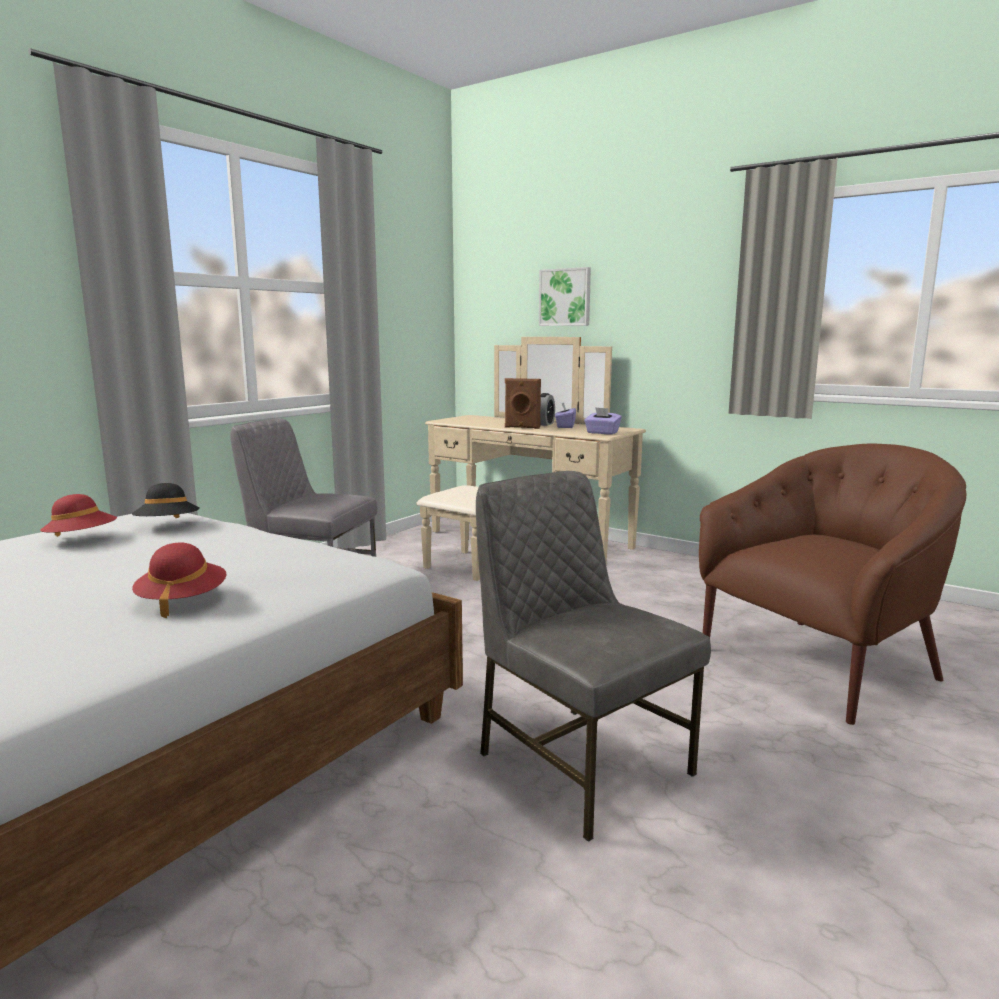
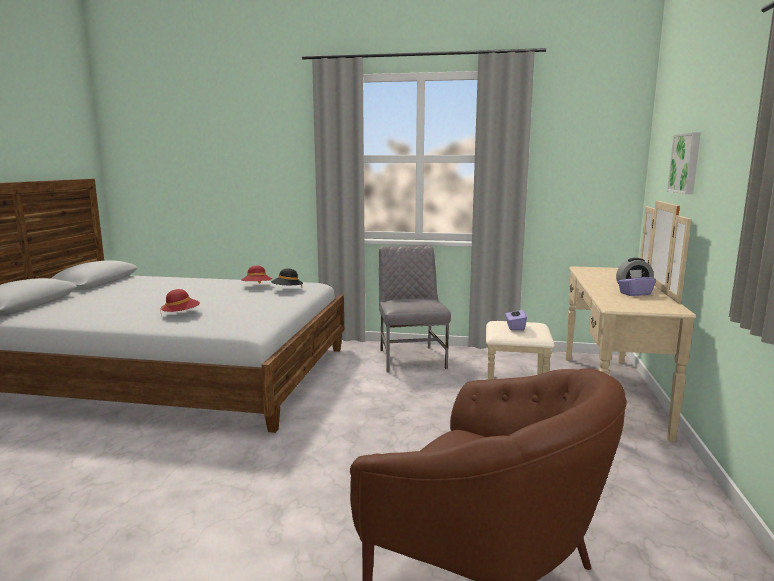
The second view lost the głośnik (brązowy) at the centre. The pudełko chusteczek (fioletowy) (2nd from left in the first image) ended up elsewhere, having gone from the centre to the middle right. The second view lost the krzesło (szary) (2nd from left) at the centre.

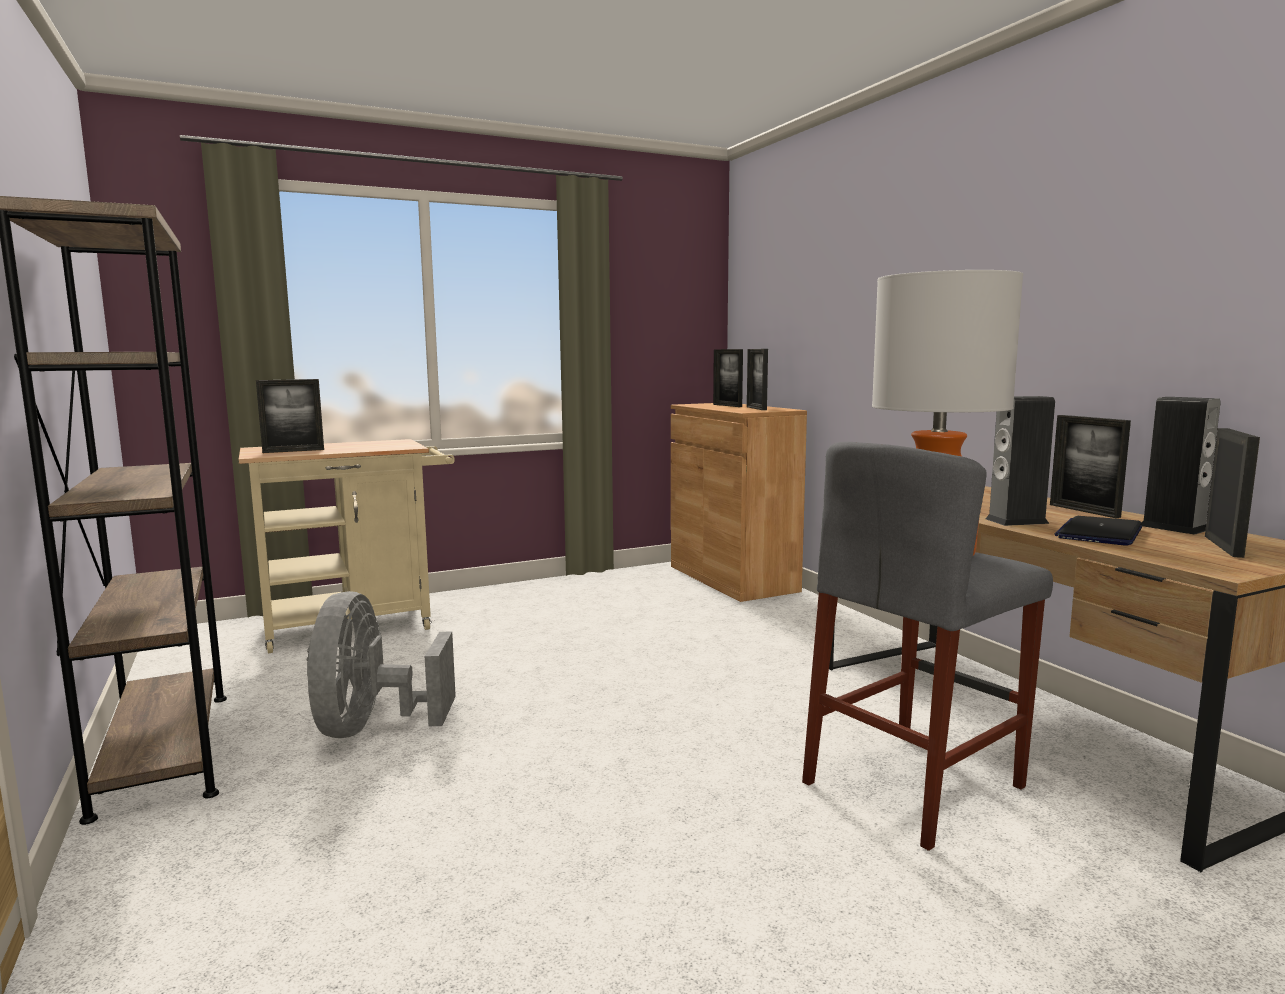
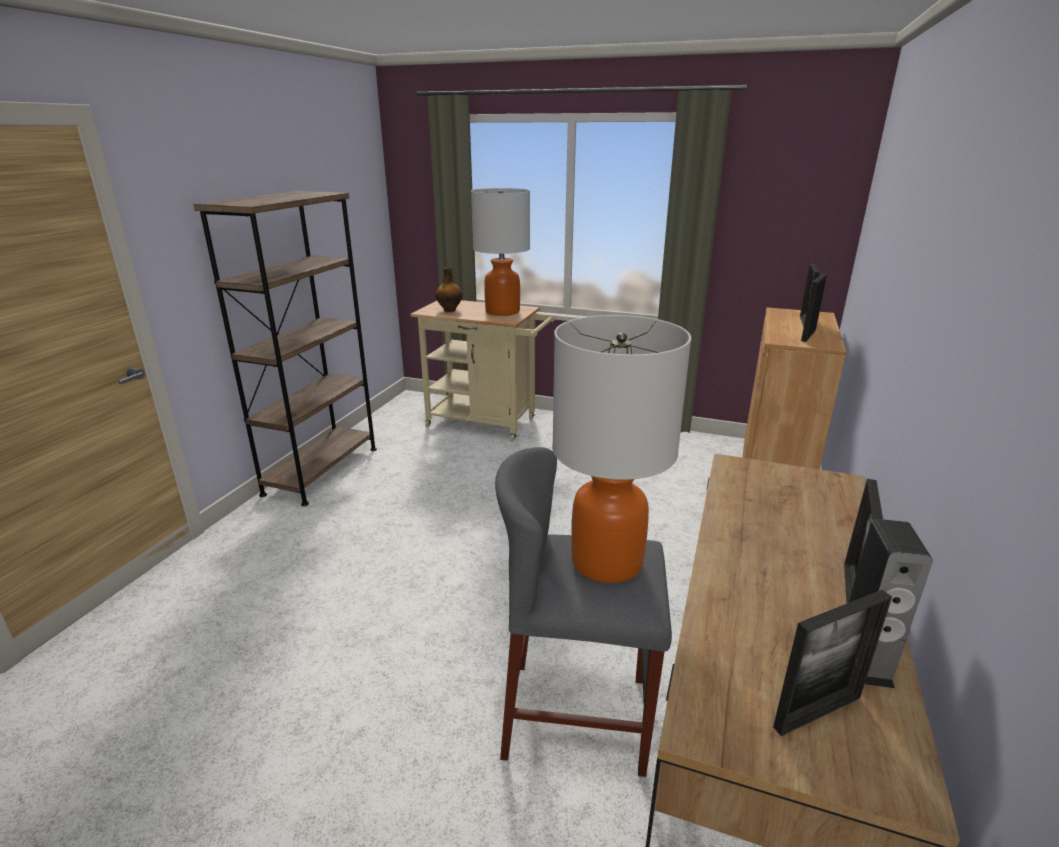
Where the ramka na zdjęcie (1st from left) stood at the middle left, the butelka came to stand at the centre. The second view lost the głośnik (1st from left) at the middle right. The second view lost the laptop at the middle right. The second view lost the wentylator (szary) at the bottom left. The second view gained the lampa stołowa (1st from left) at the top centre.

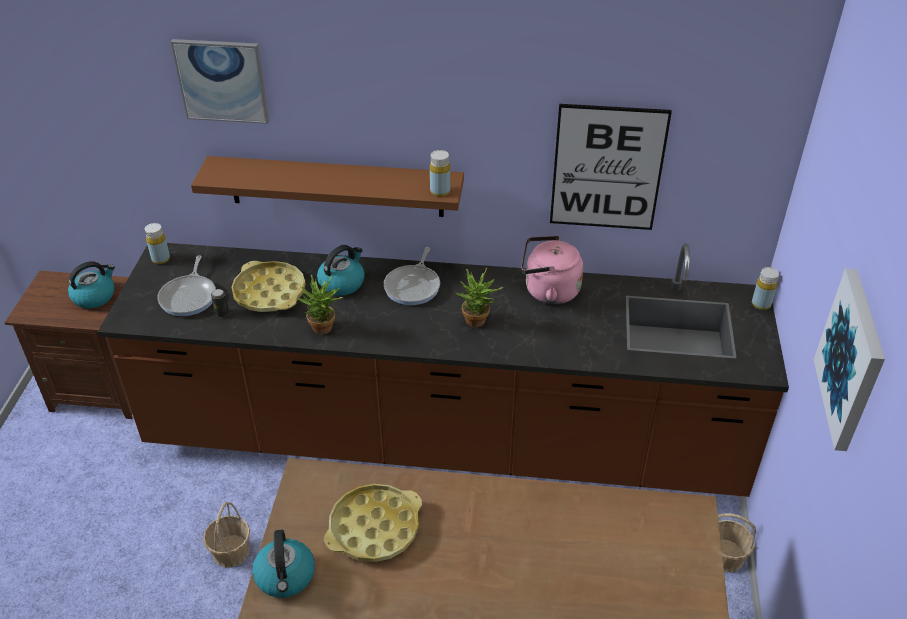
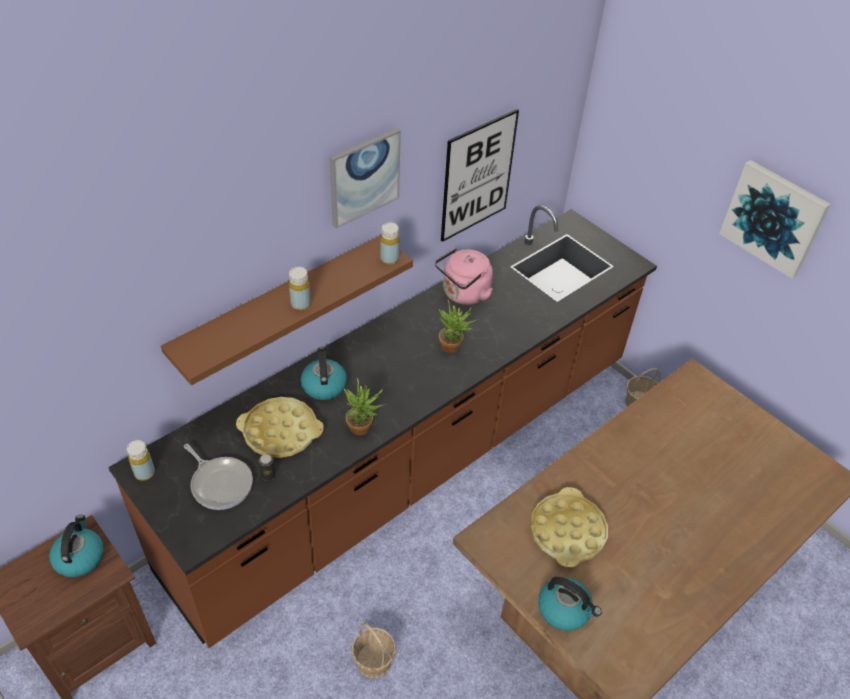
The obraz (1st from left) ended up elsewhere, having gone from the top left to the top centre. The second view lost the patelnia (2nd from left) at the centre. The butelka (żółty) (3rd from left in the first image) ended up elsewhere, having gone from the middle right to the centre.

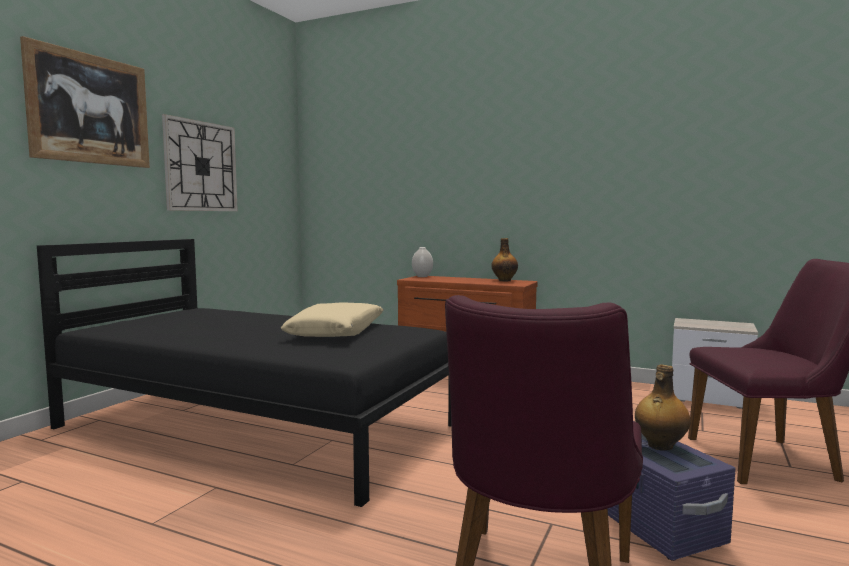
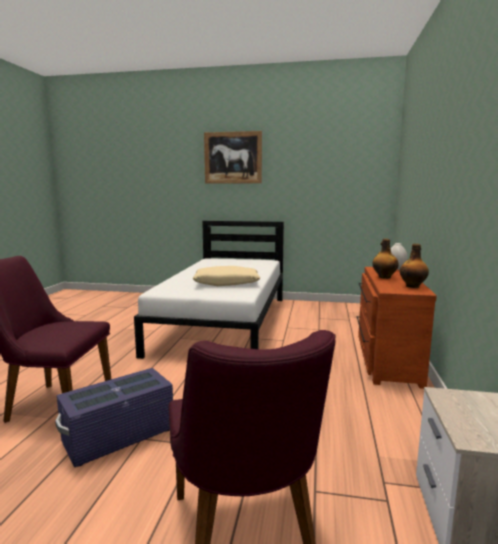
The second view lost the zegar ścienny at the top left. What was the łóżko (czarny) at the middle left turned into the łóżko (biały) at the centre. The butelka (2nd from left in the first image) ended up elsewhere, having gone from the bottom right to the middle right.

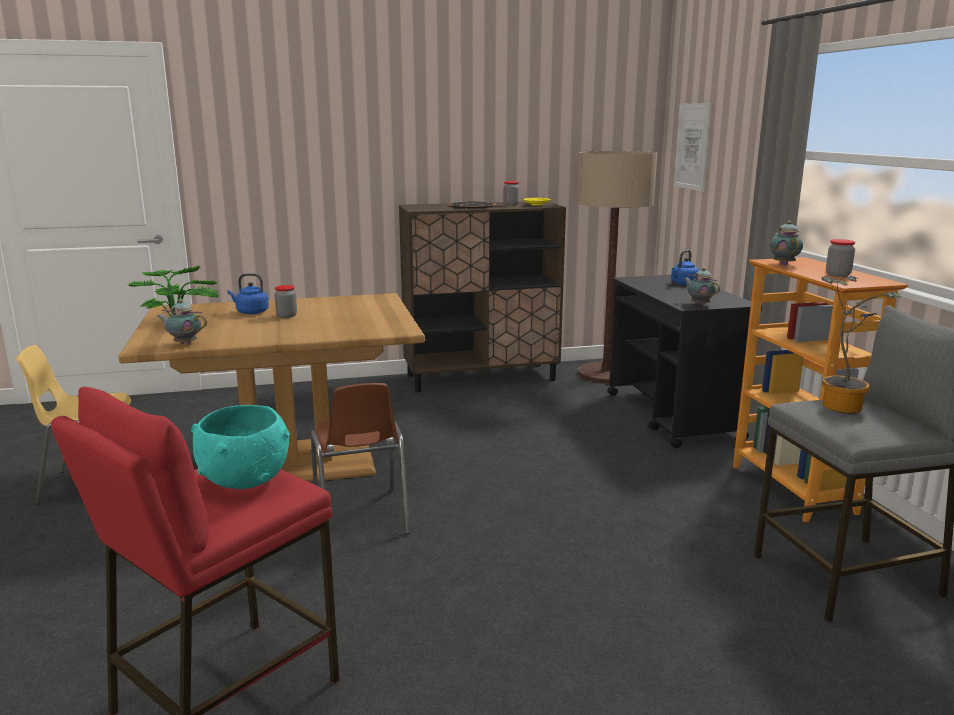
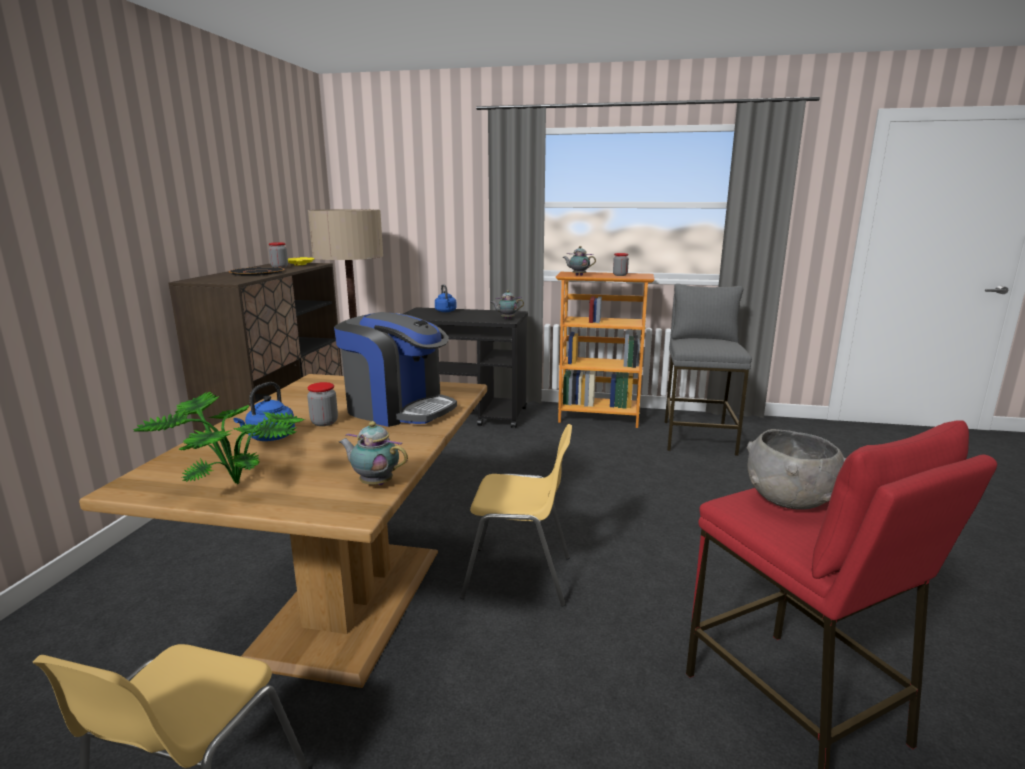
The second view lost the obraz at the top right. The second view lost the roślina doniczkowa (2nd from left) at the middle right. The imbryk (1st from left) at the middle left ended up facing another way, 75 degrees clockwise from before. What was the krzesło (brązowy) at the centre turned into the krzesło (żółty) (2nd from left) at the bottom centre. What was the miska (turkusowy) at the middle left turned into the miska (szary) at the middle right. The second view gained the ekspres do kawy at the centre.

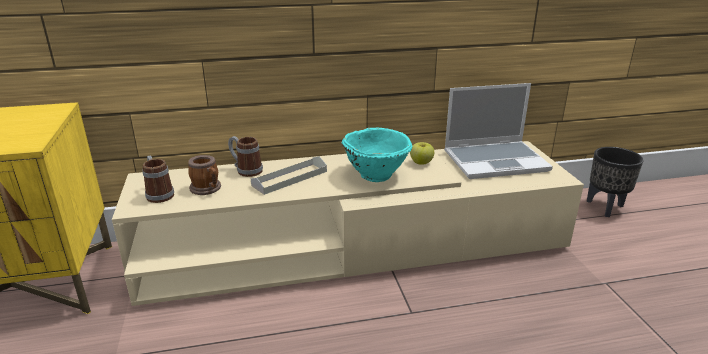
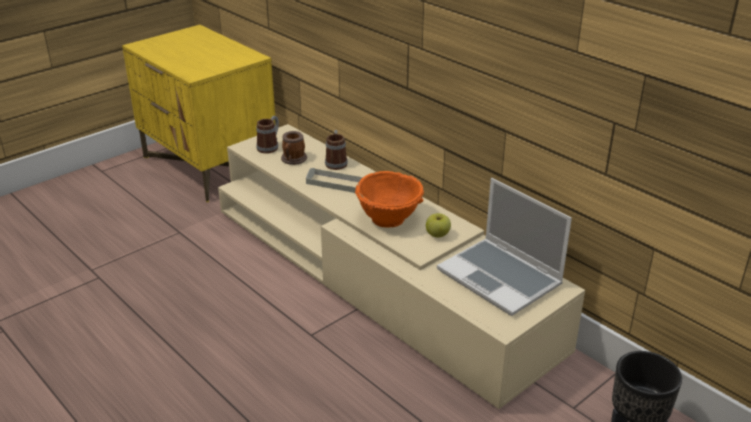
What was the miska (turkusowy) at the centre turned into the miska (pomarańczowy) at the centre.

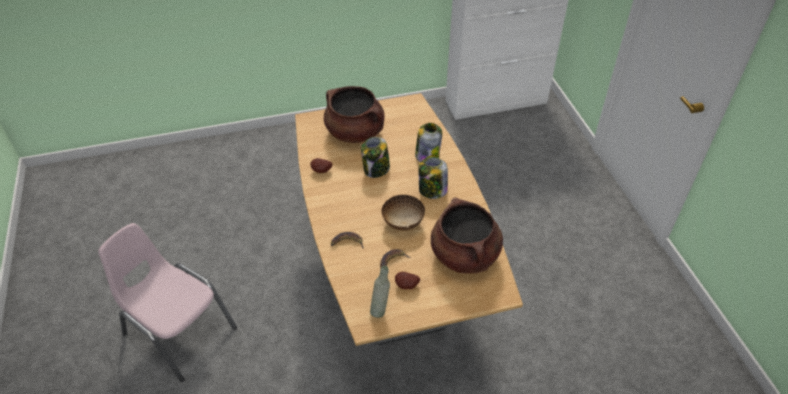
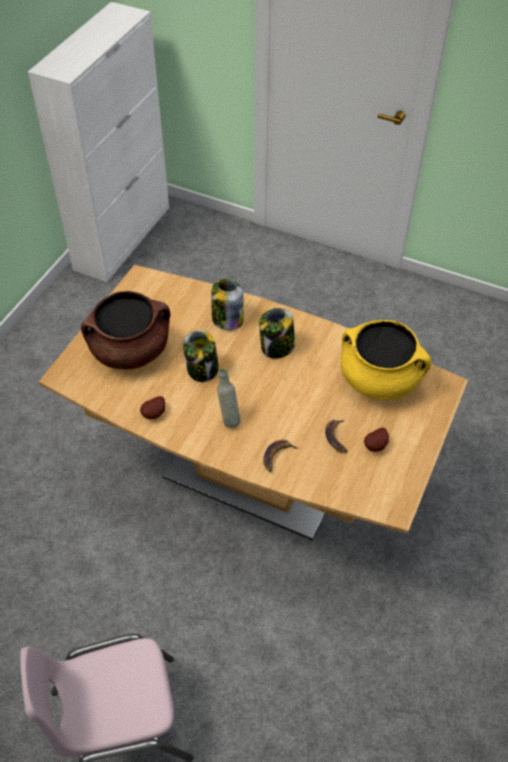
The second view lost the miska at the centre. What was the garnek (brązowy) (2nd from left) at the centre turned into the garnek (żółty) at the middle right. The butelka (szary) ended up elsewhere, having gone from the bottom centre to the centre.

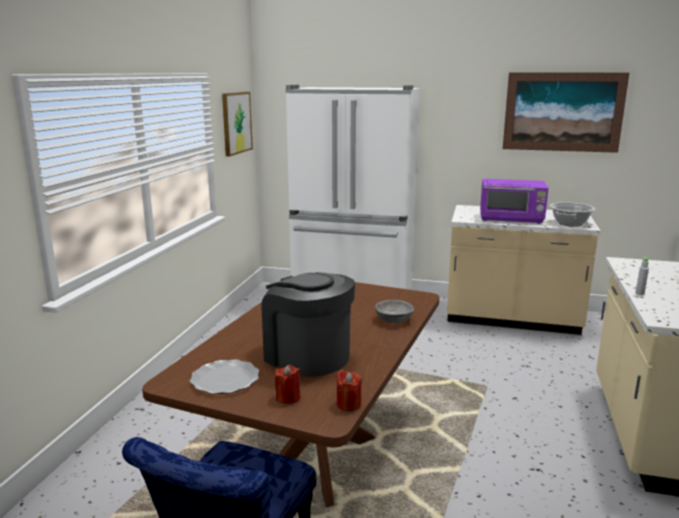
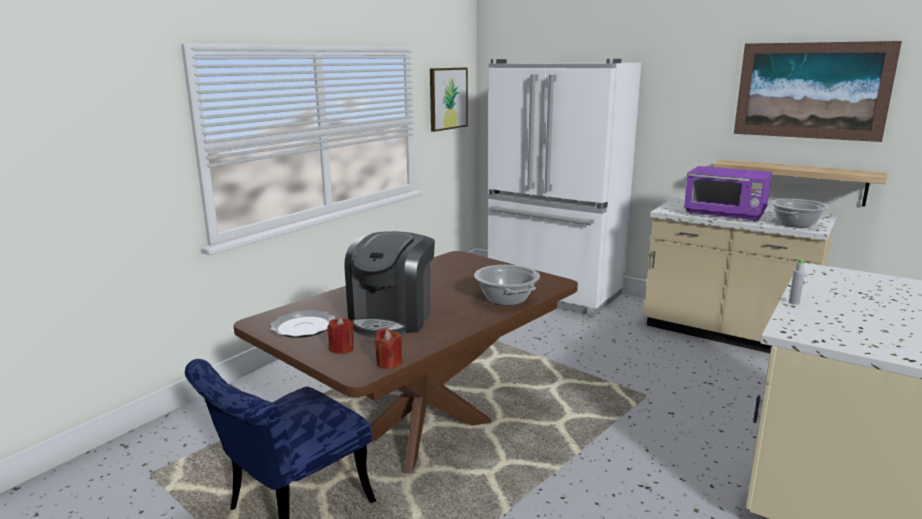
The ekspres do kawy at the centre ended up facing another way, 135 degrees counterclockwise from before. Where the miska (szary) stood at the centre, the garnek (1st from left) came to stand at the centre. The second view gained the półka at the middle right.

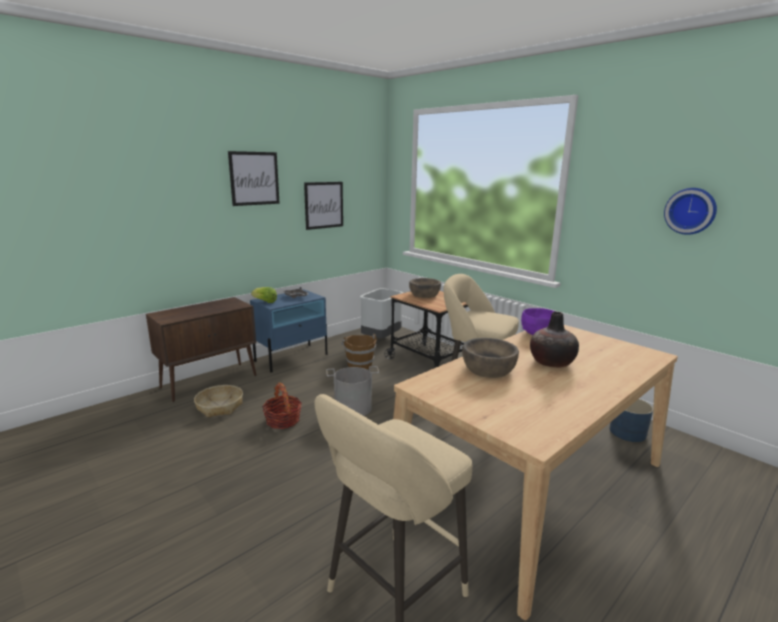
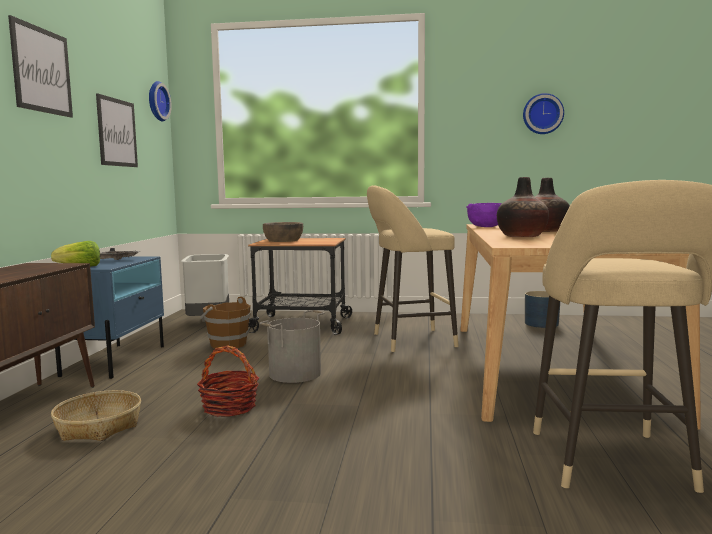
Where the miska (brązowy) (2nd from left) stood at the centre, the wazon (1st from left) came to stand at the middle right. The second view gained the zegar ścienny (1st from left) at the top left.

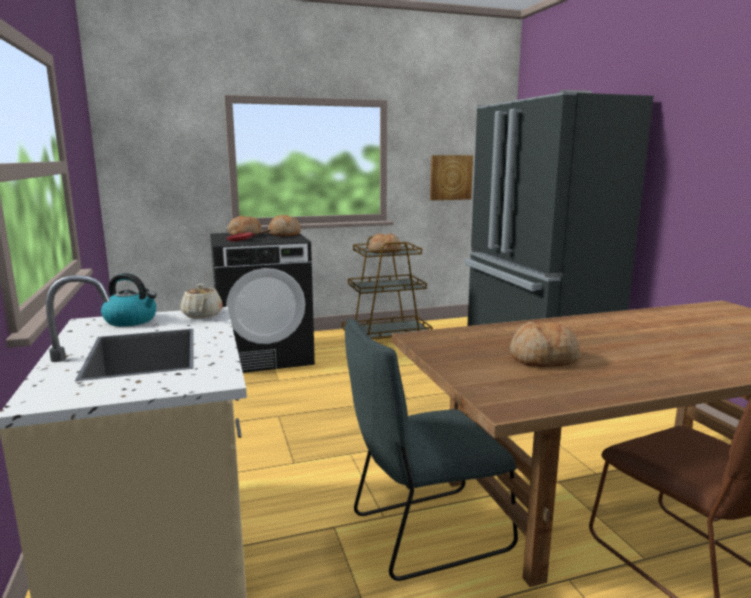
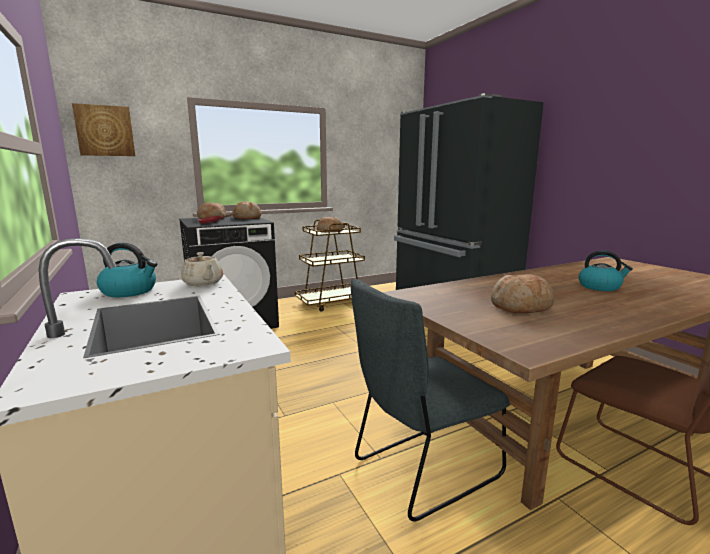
The obraz ended up elsewhere, having gone from the top centre to the top left. The second view gained the czajnik (2nd from left) at the middle right.

